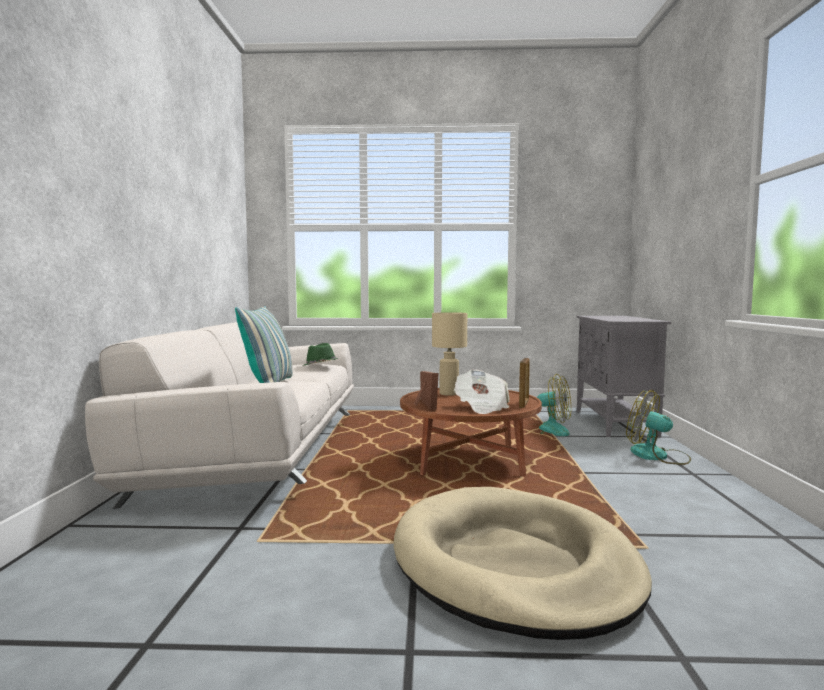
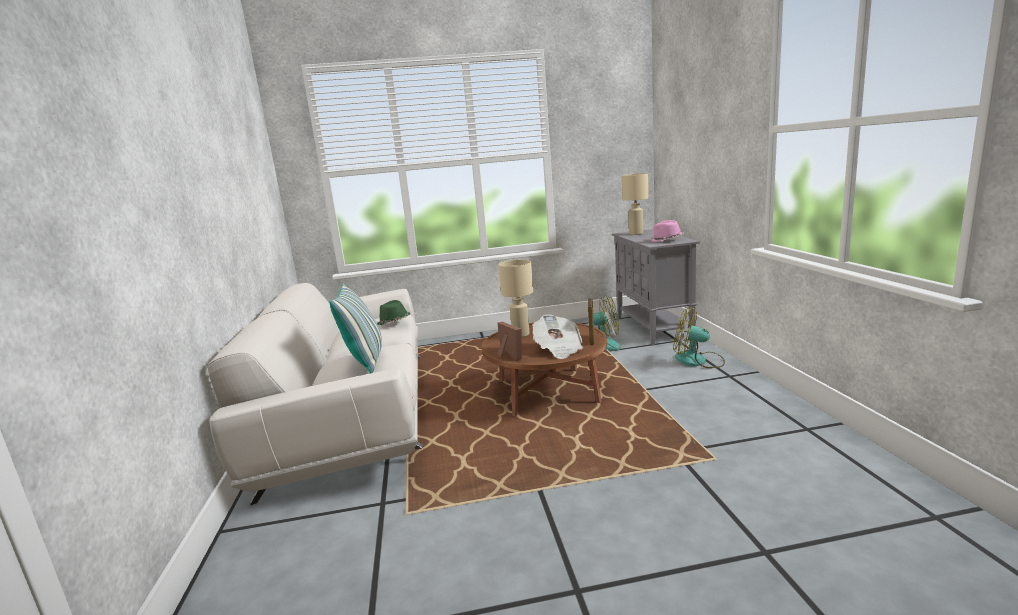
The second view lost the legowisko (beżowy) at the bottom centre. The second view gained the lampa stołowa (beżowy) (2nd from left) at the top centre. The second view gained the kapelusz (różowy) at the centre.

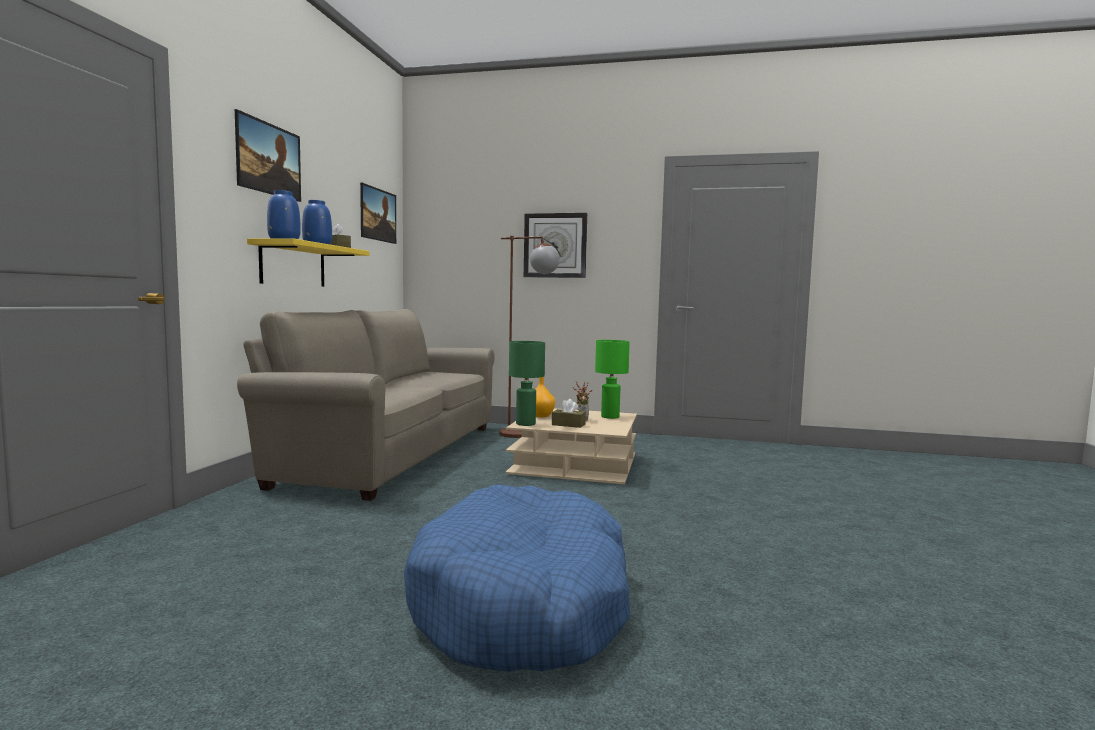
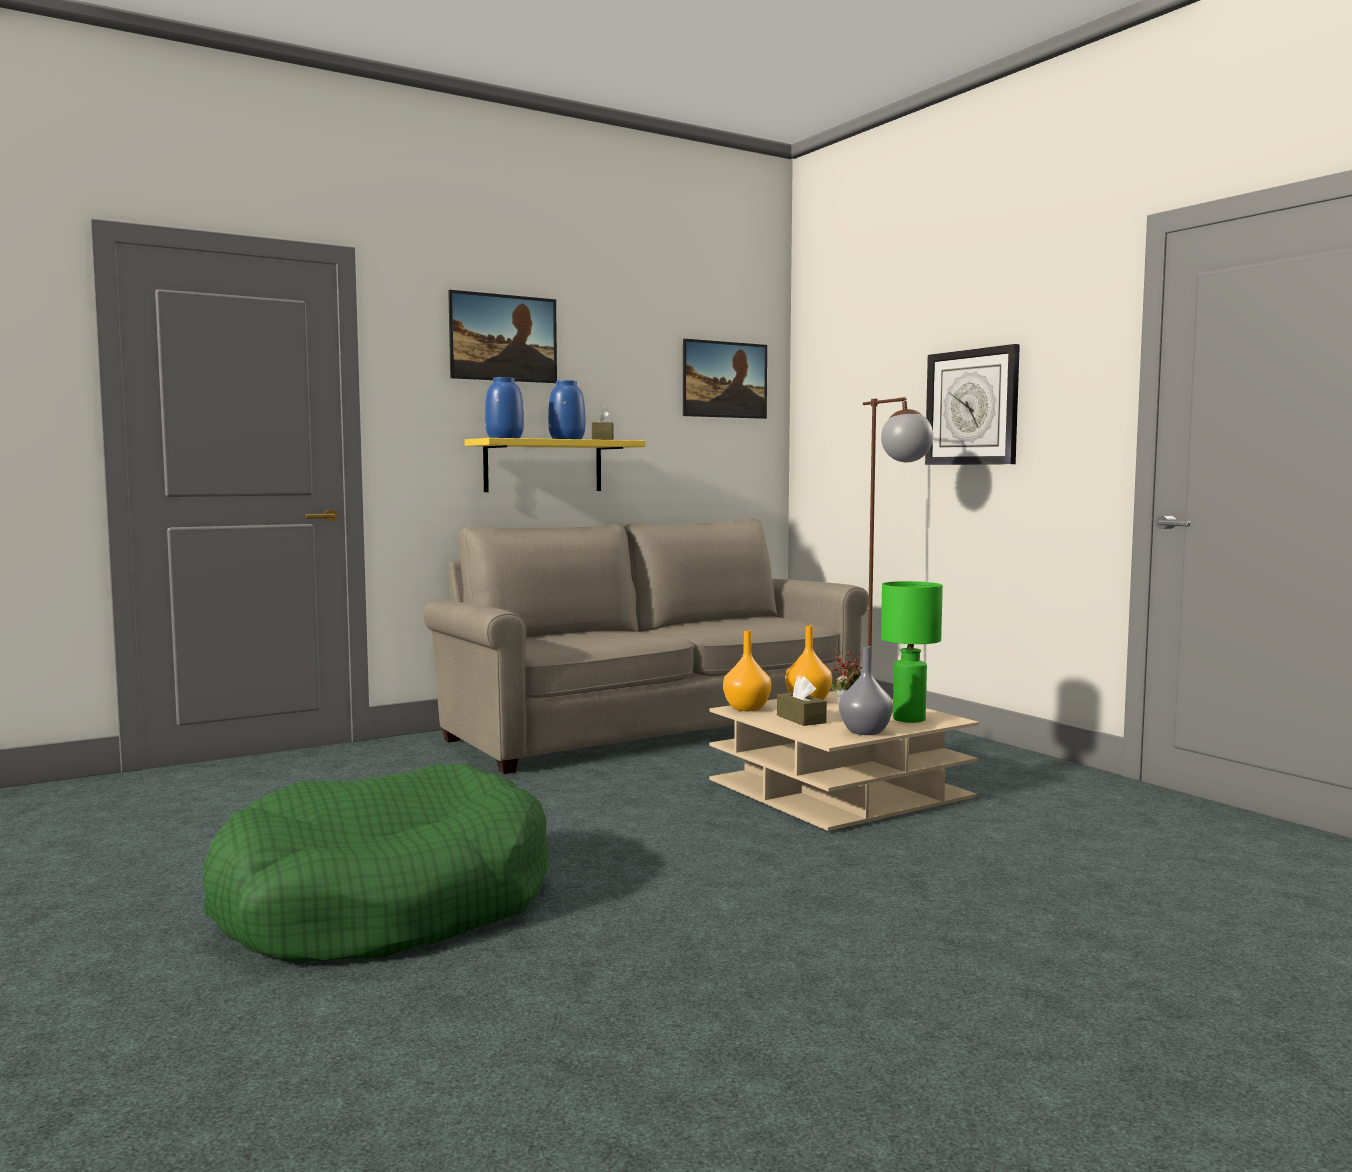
Where the lampa stołowa (zielony) (1st from left) stood at the centre, the wazon (pomarańczowy) (1st from left) came to stand at the centre. What was the legowisko (niebieski) at the bottom centre turned into the legowisko (zielony) at the bottom left. The second view gained the wazon (szary) at the centre.

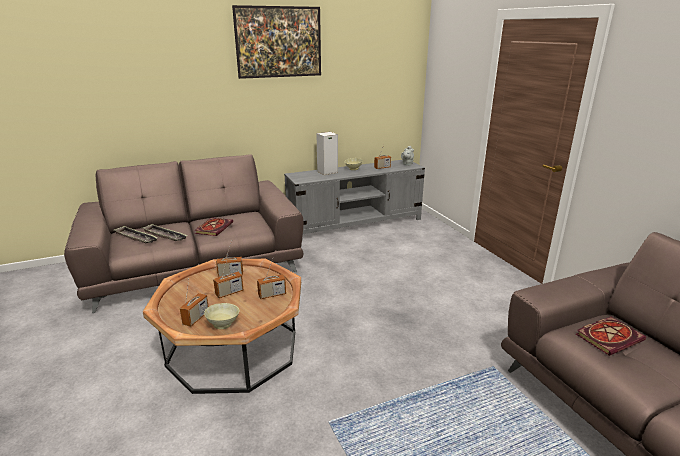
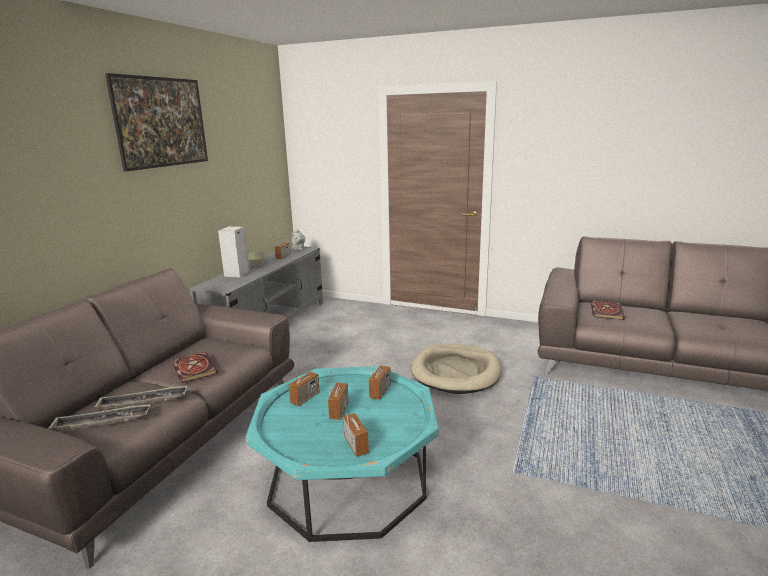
What was the ława (brązowy) at the bottom left turned into the ława (turkusowy) at the bottom centre. The second view lost the miska (beżowy) (1st from left) at the bottom left. The second view gained the legowisko (beżowy) at the centre.

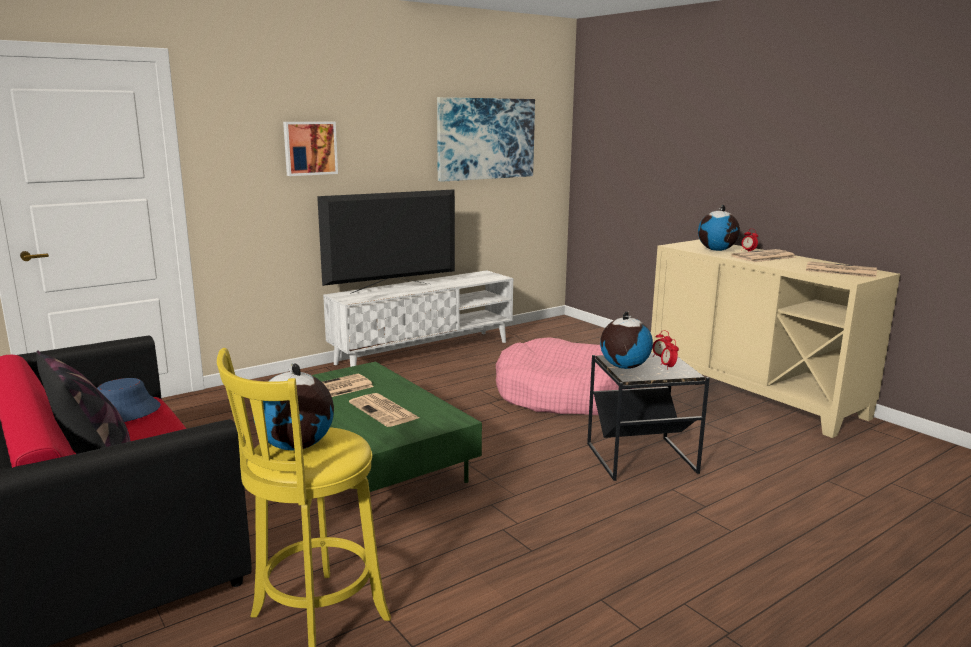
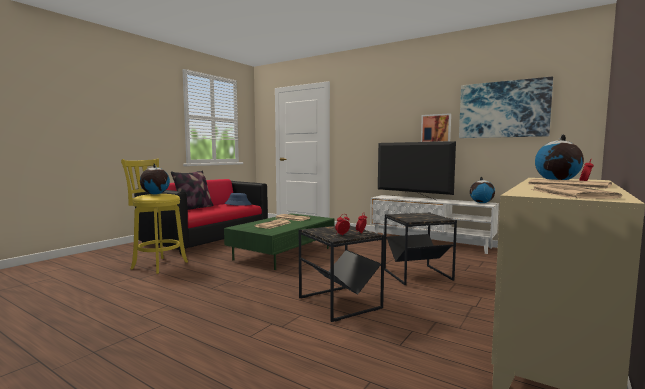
The obraz (1st from left) ended up elsewhere, having gone from the top left to the top right. The globus (2nd from left) ended up elsewhere, having gone from the centre to the middle right. Where the legowisko (różowy) stood at the centre, the stolik (czarny) (2nd from left) came to stand at the centre.

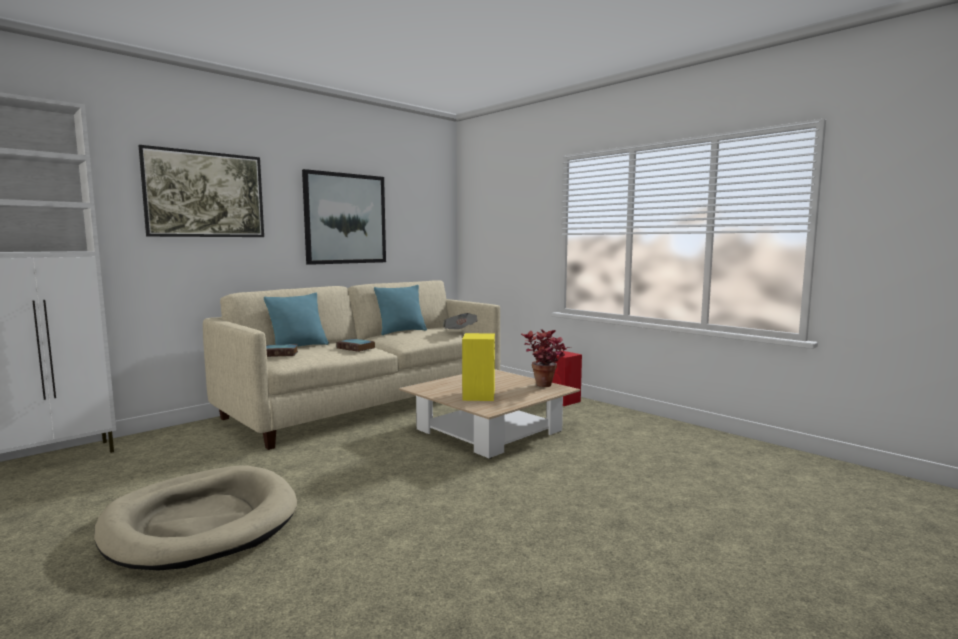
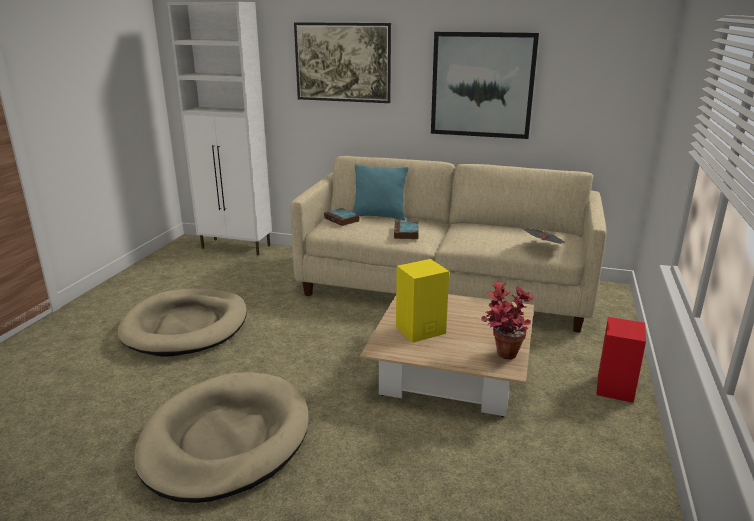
The second view lost the poduszka (turkusowy) (2nd from left) at the centre. The second view gained the legowisko (beżowy) (2nd from left) at the bottom left.

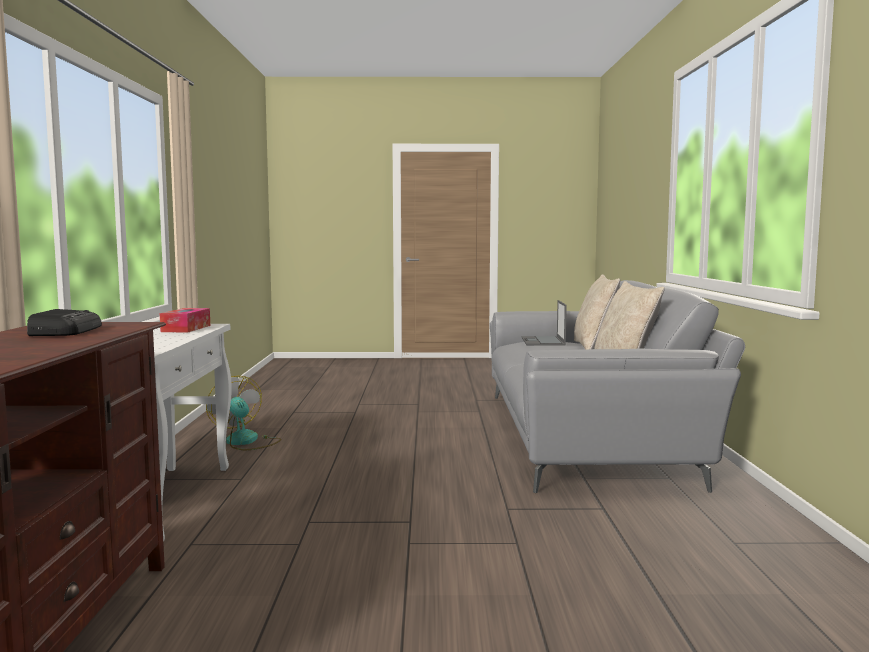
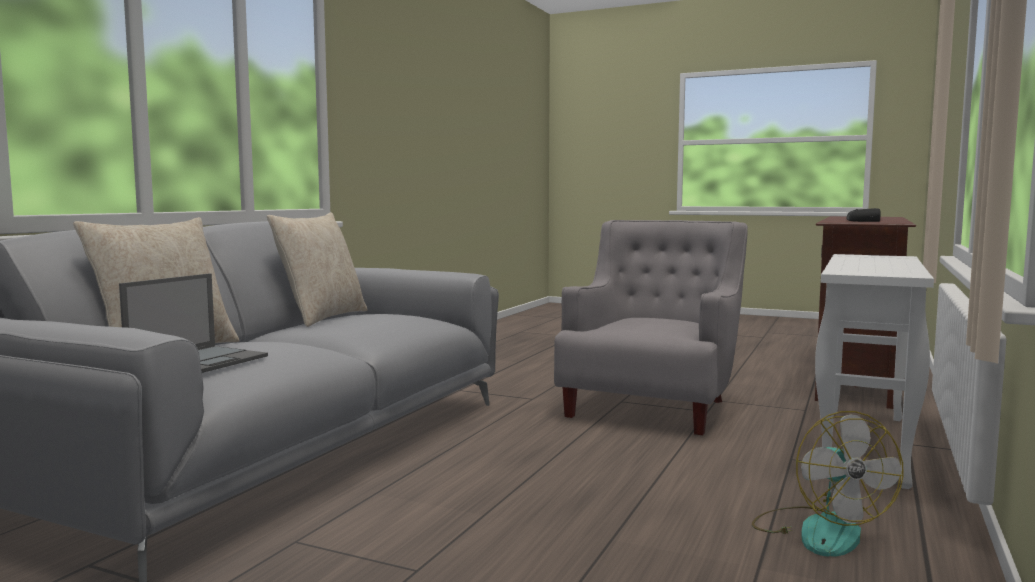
The second view lost the pudełko chusteczek at the middle left. The second view gained the fotel (szary) at the centre.

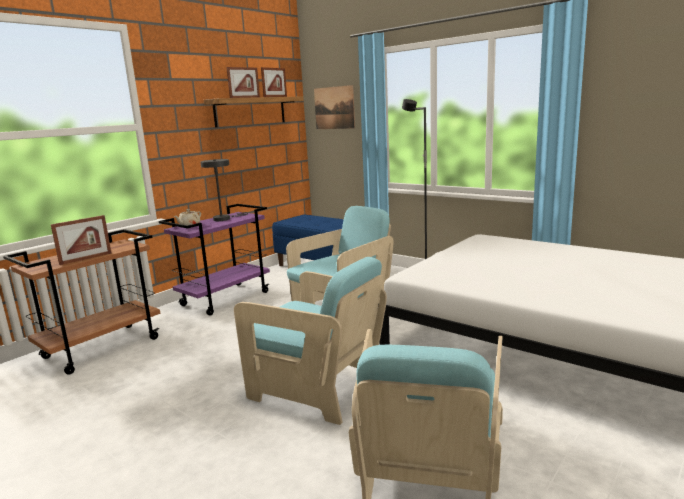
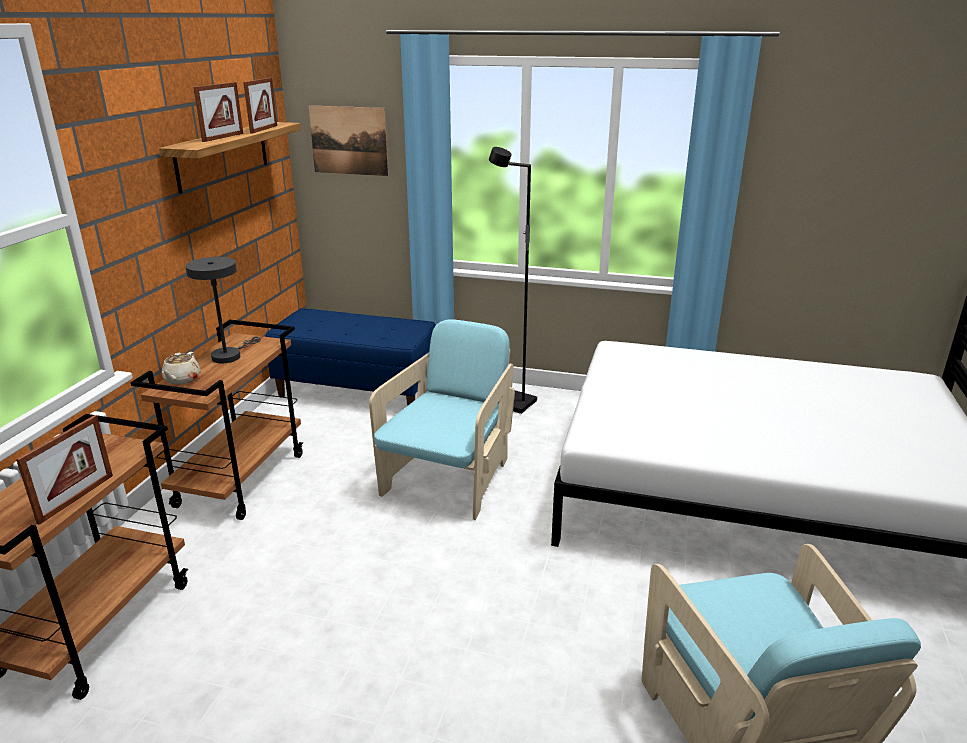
What was the wózek (fioletowy) at the middle left turned into the wózek (brązowy) (2nd from left) at the middle left. The second view lost the fotel (turkusowy) (1st from left) at the bottom centre.

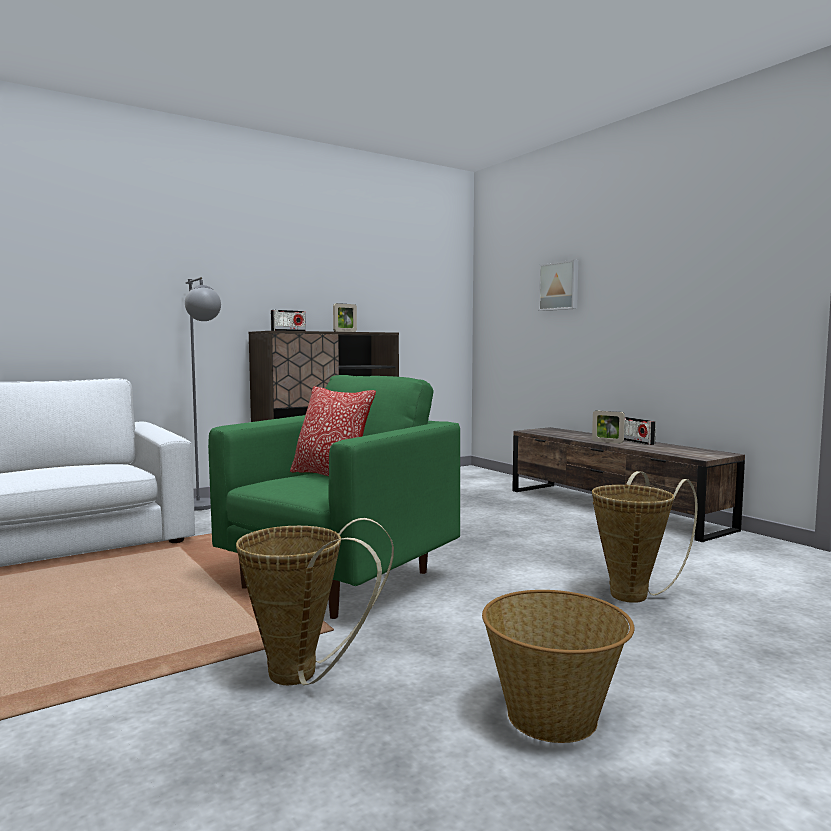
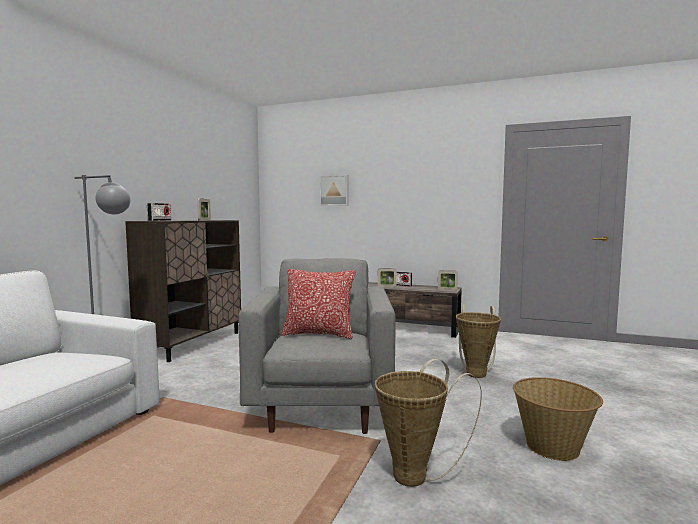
What was the fotel (zielony) at the centre turned into the fotel (szary) at the centre. The second view gained the ramka na zdjęcie (3rd from left) at the centre.

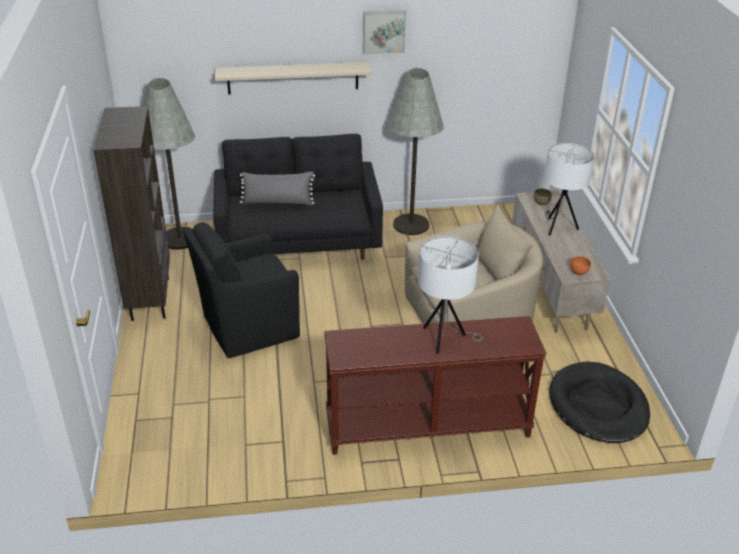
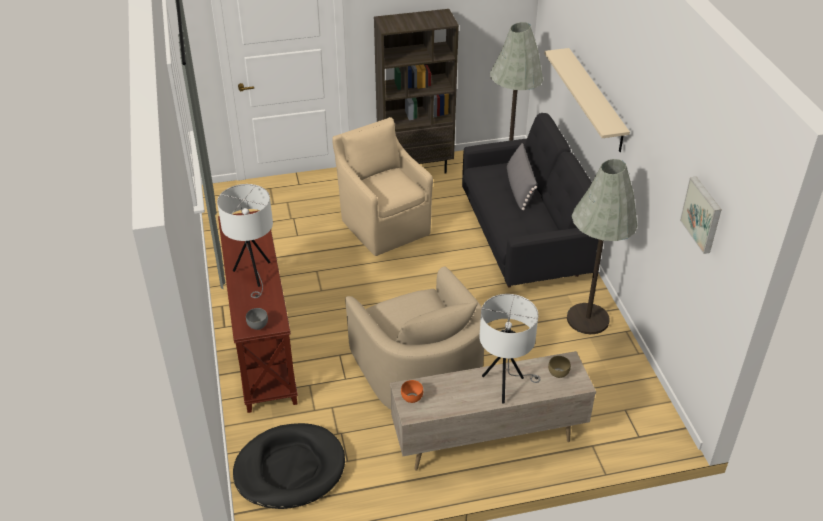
The obraz ended up elsewhere, having gone from the top centre to the middle right. What was the fotel (czarny) at the middle left turned into the fotel (beżowy) (1st from left) at the centre. The second view gained the miska (szary) at the middle left.

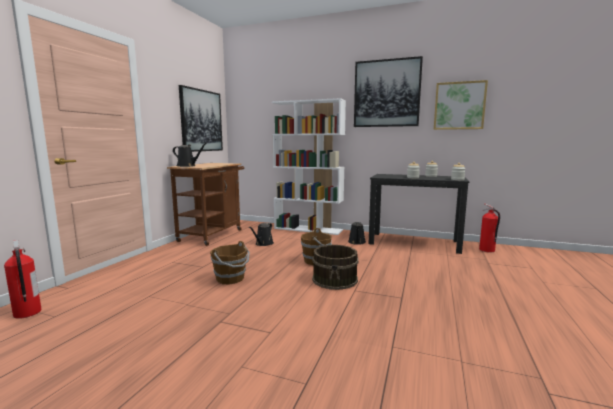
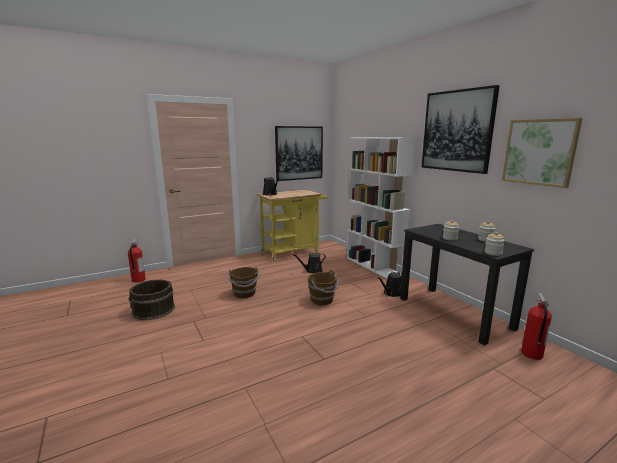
What was the wózek (brązowy) at the centre turned into the wózek (żółty) at the centre. The wiadro (brązowy) (3rd from left in the first image) ended up elsewhere, having gone from the centre to the middle left.

